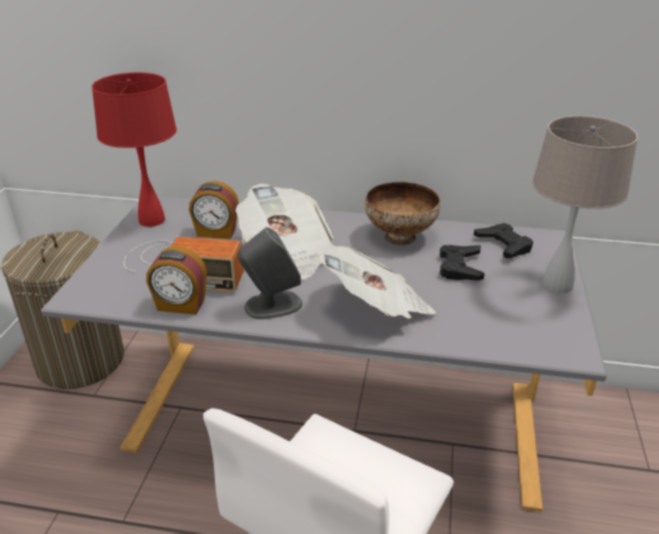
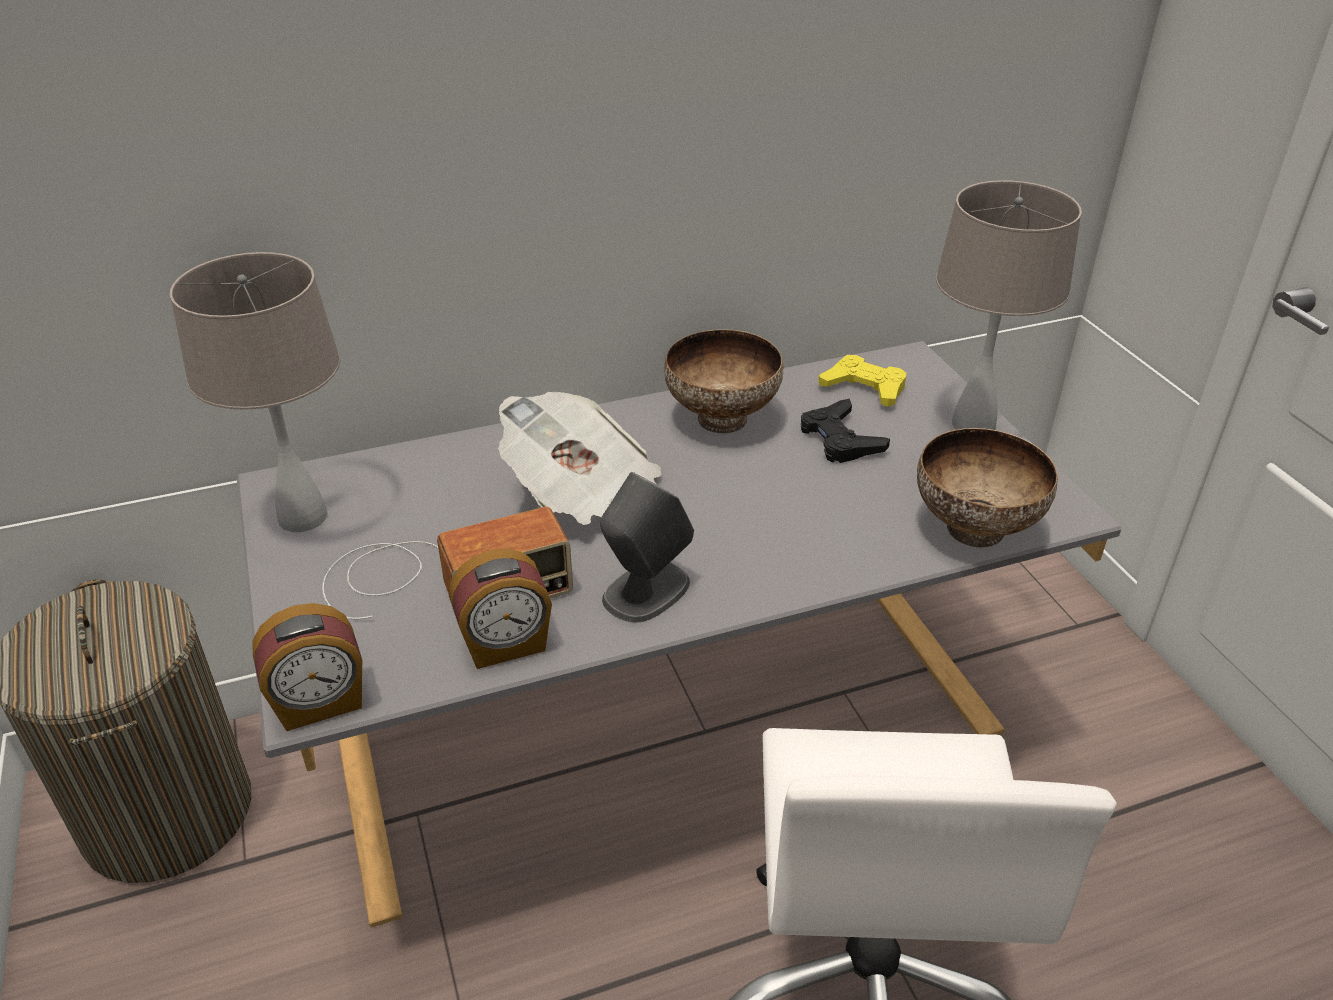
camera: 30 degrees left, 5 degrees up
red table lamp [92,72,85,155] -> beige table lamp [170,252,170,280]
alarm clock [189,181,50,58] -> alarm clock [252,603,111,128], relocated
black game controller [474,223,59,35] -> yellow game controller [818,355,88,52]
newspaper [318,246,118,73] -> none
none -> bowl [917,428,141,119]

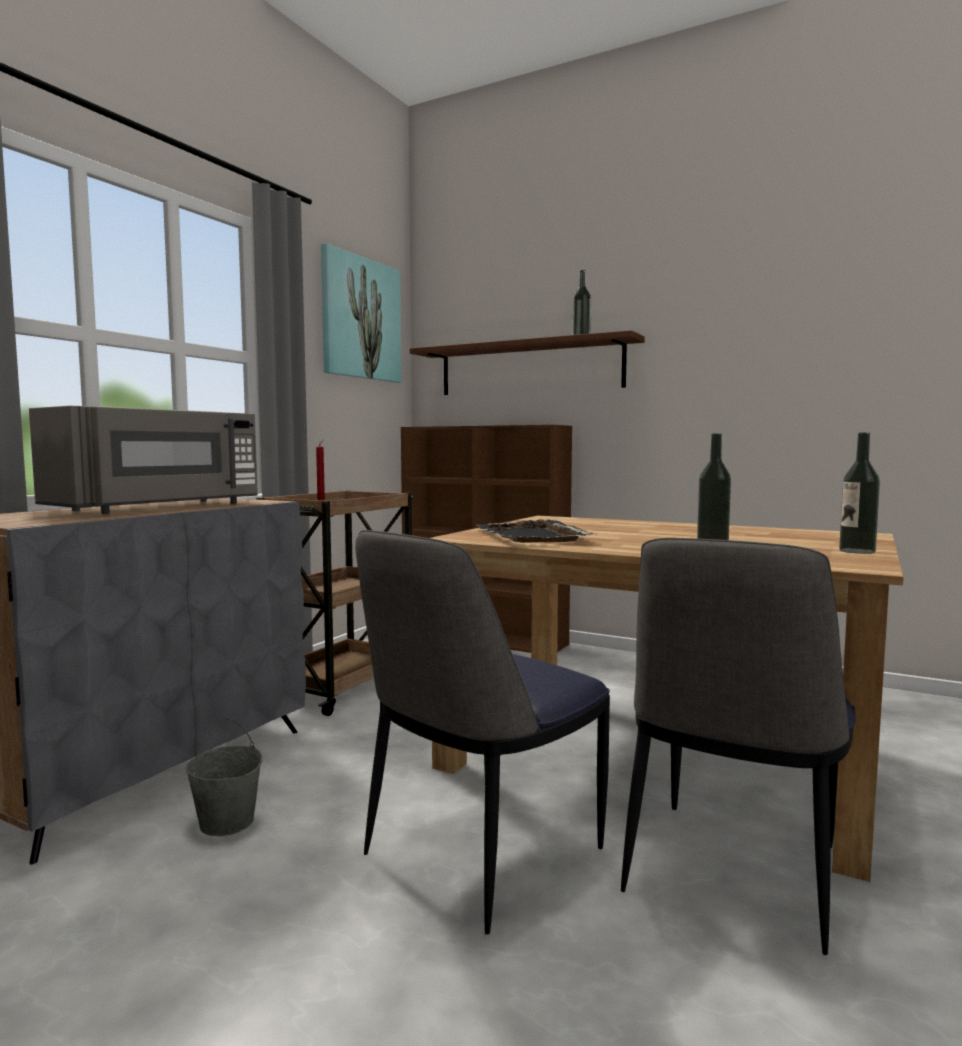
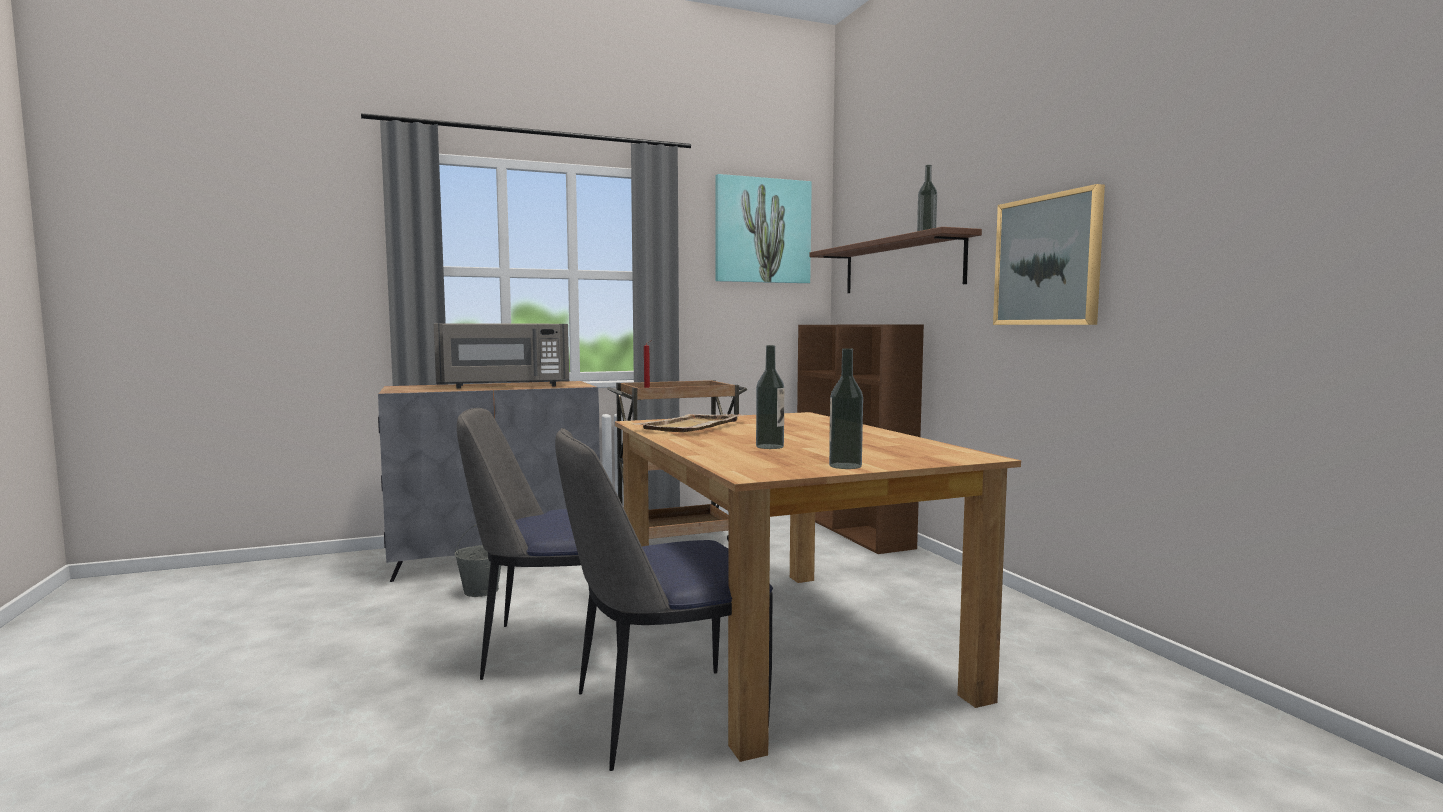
camera: 40 degrees right, 0 degrees up
black tray [476,519,118,24] -> beige tray [635,414,109,18]
none -> picture [993,184,112,141]

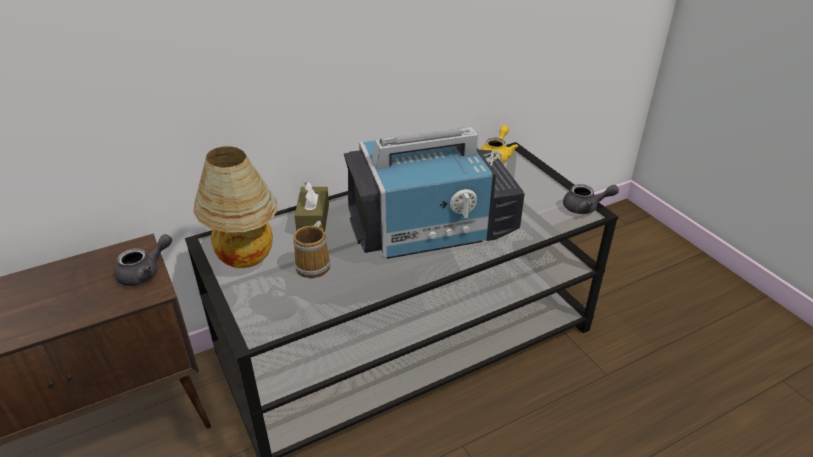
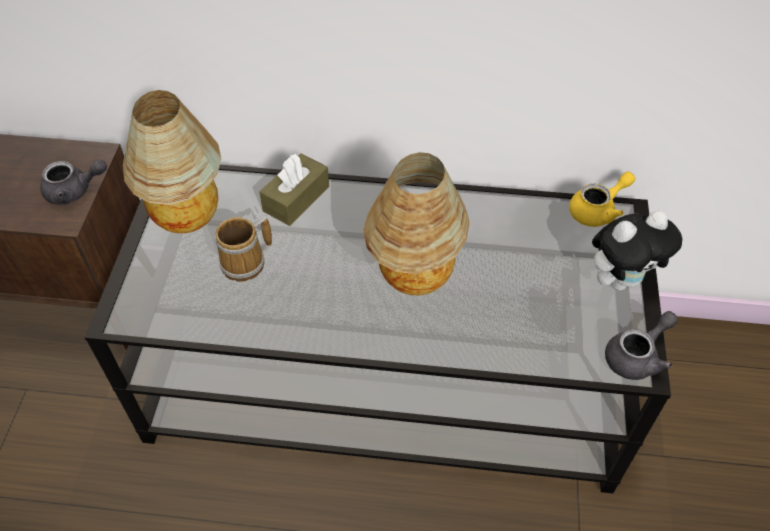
camera: 35 degrees right, 15 degrees up
television [343,127,182,132] -> table lamp [363,152,107,143]
grey teapot [563,184,56,30] -> grey teapot [605,311,73,69], 75 degrees counterclockwise
none -> plush toy [592,210,90,81]

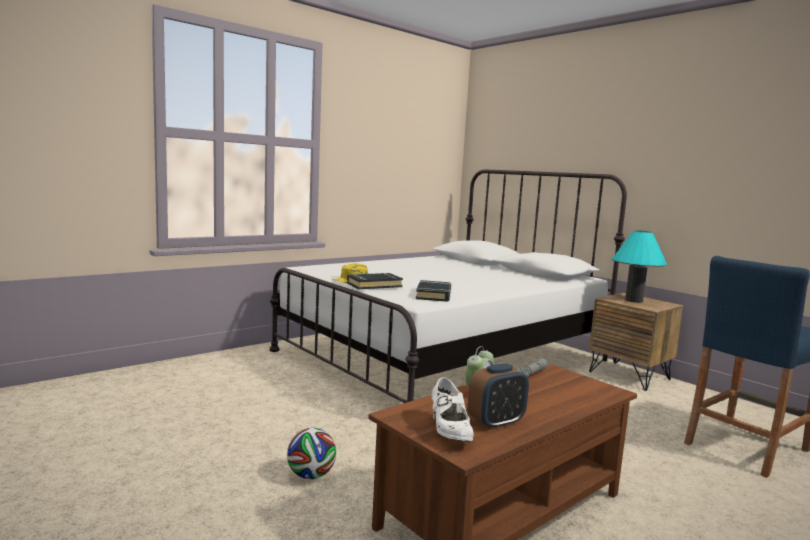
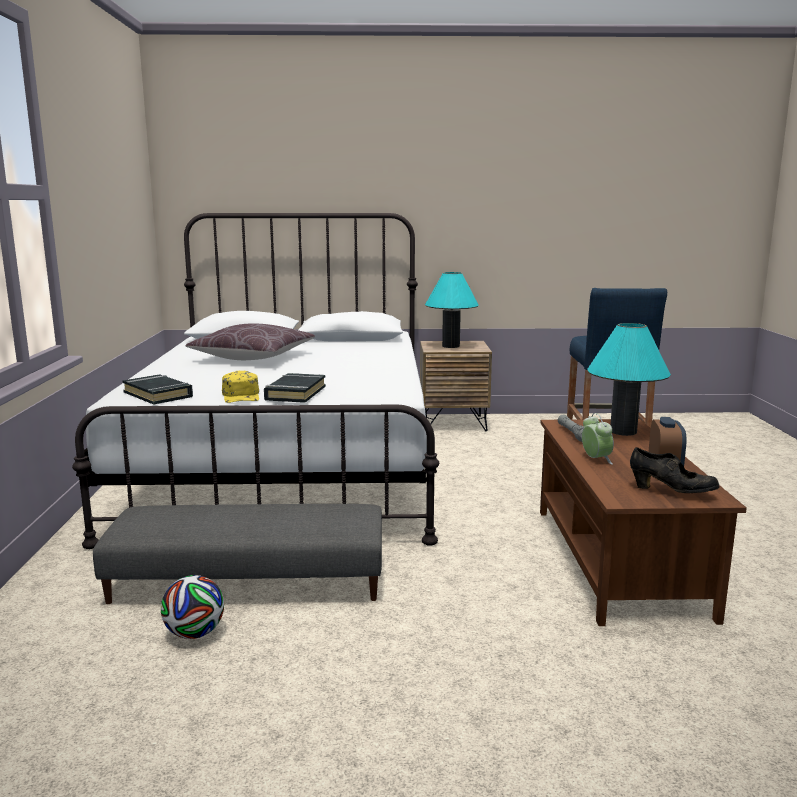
camera: 50 degrees left, 5 degrees up
black book [416,280,35,22] -> black book [123,374,70,30], relocated
white shoe [432,377,42,65] -> black shoe [630,447,90,46]
football [287,428,49,51] -> football [161,575,63,64], relocated
none -> brown pillow [185,323,130,37]
none -> turquoise table lamp [587,323,84,113]
none -> grey ottoman [93,504,289,100]

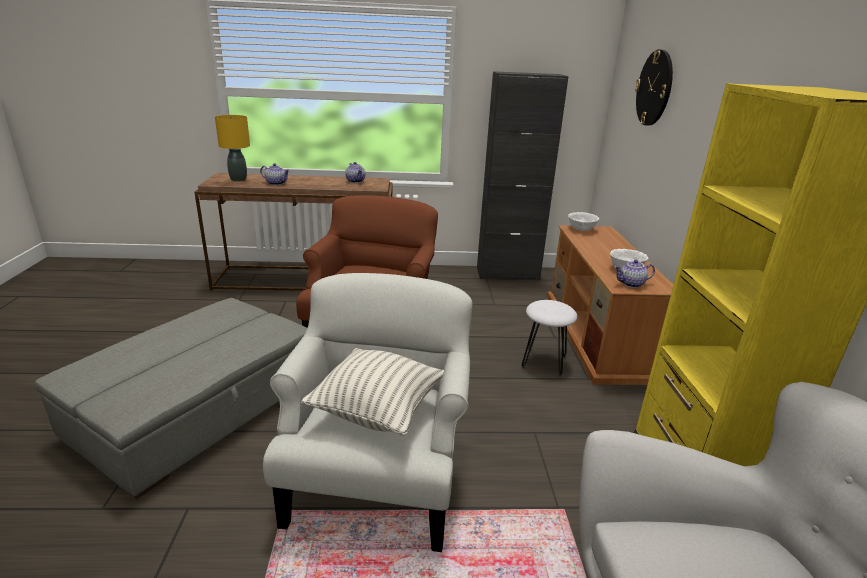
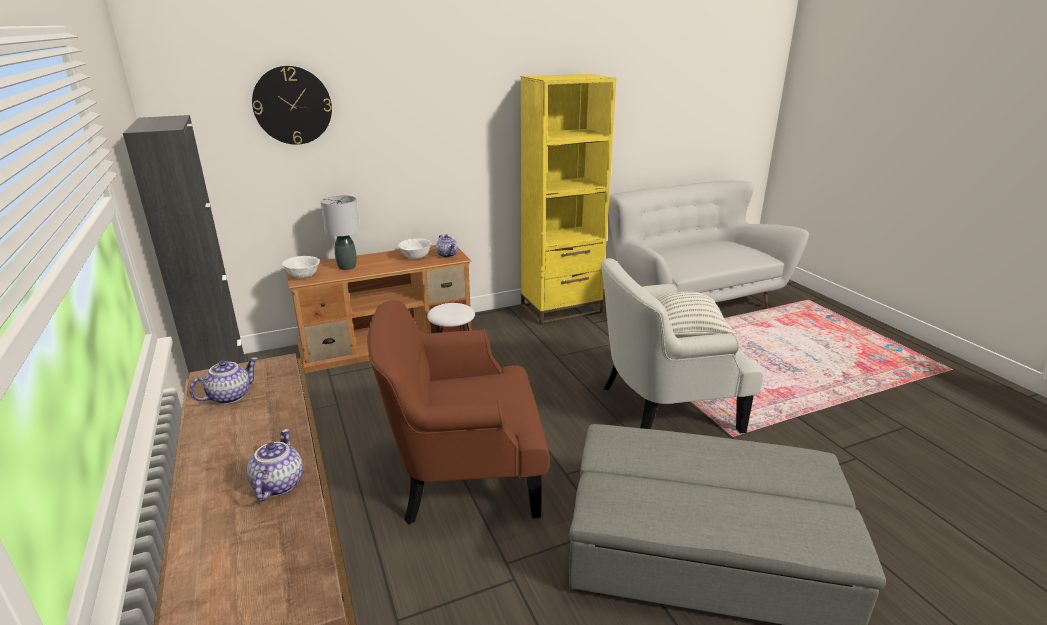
camera: 110 degrees left, 0 degrees up
yellow table lamp [215,115,35,66] -> none
none -> grey table lamp [320,195,40,75]

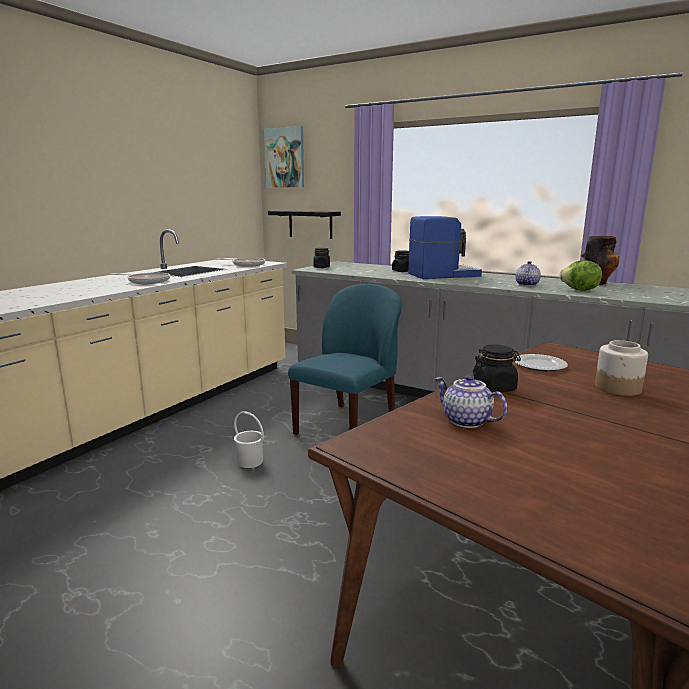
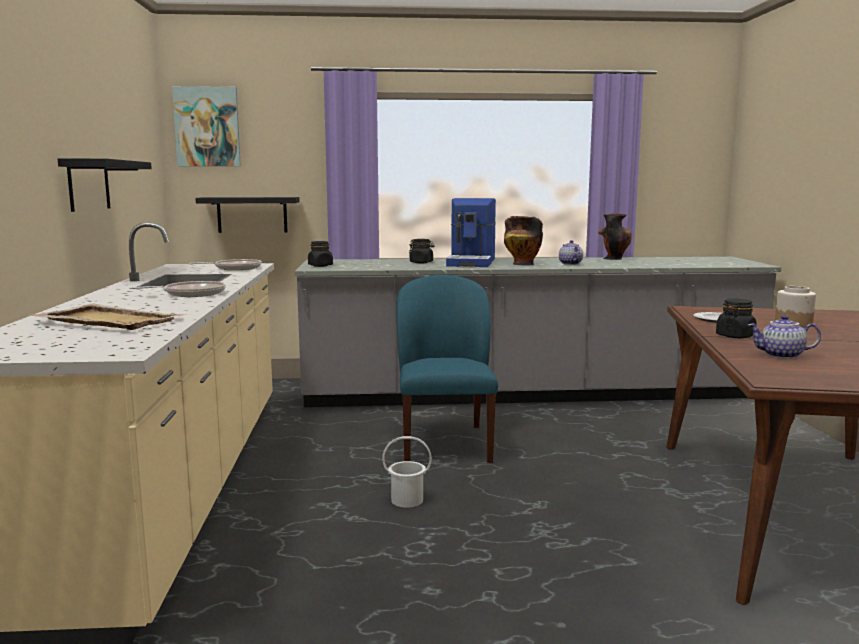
camera: 35 degrees left, 5 degrees down
coffee machine [408,216,74,63] -> coffee machine [446,198,50,69], 150 degrees clockwise
lettuce [559,260,43,31] -> none
none -> black shelf [58,158,94,54]
none -> vase [504,216,39,50]
none -> beige tray [31,304,156,26]

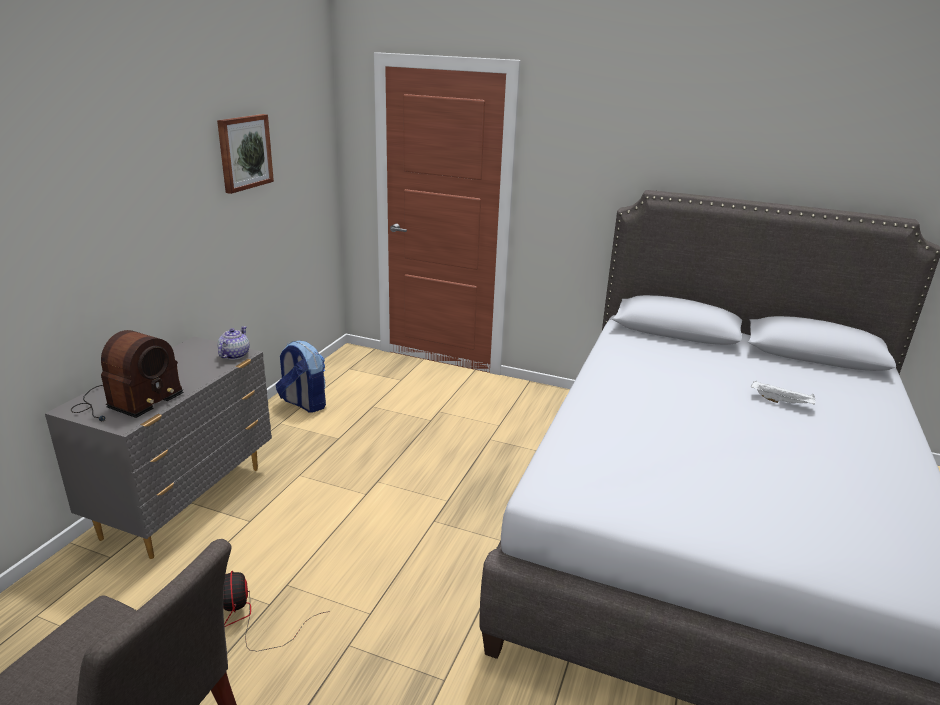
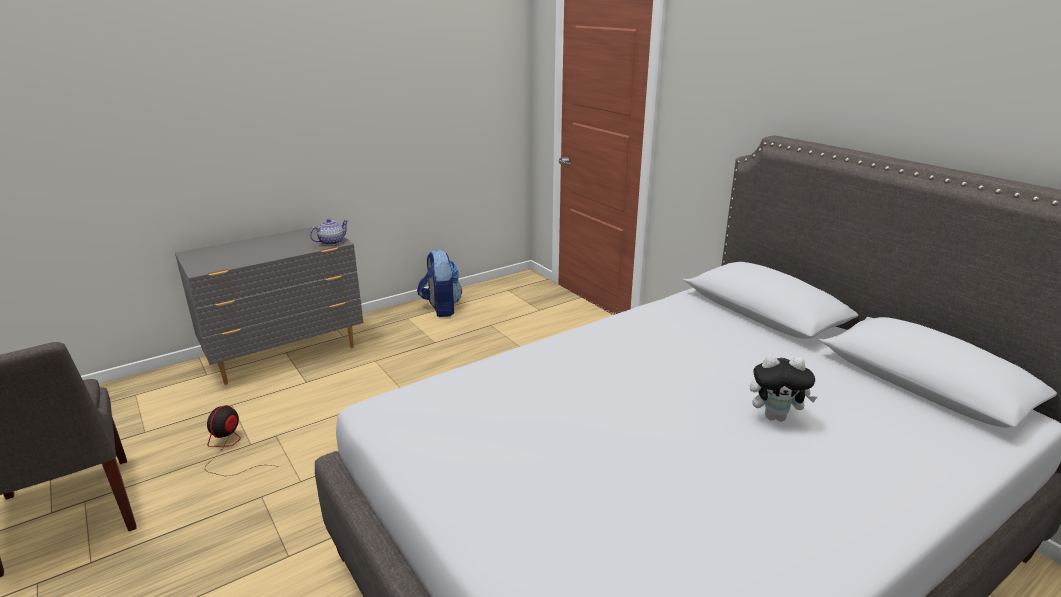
camera: 35 degrees right, 0 degrees up
picture [217,114,57,80] -> none
radio [71,330,113,91] -> none
white tray [751,381,65,23] -> plush toy [750,355,67,66]

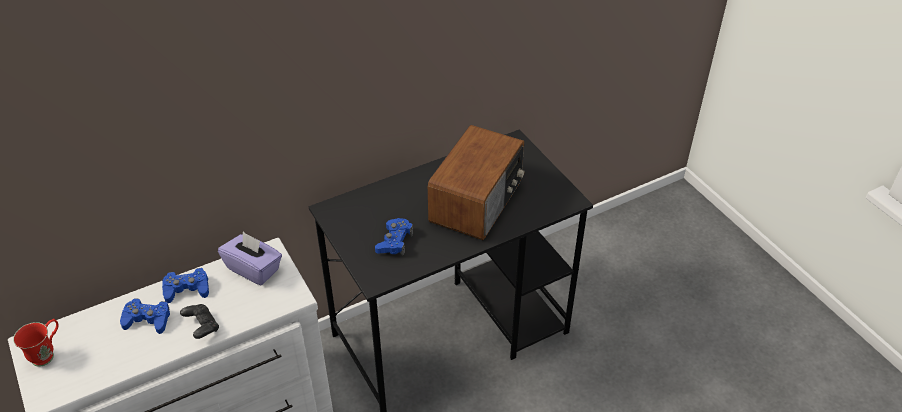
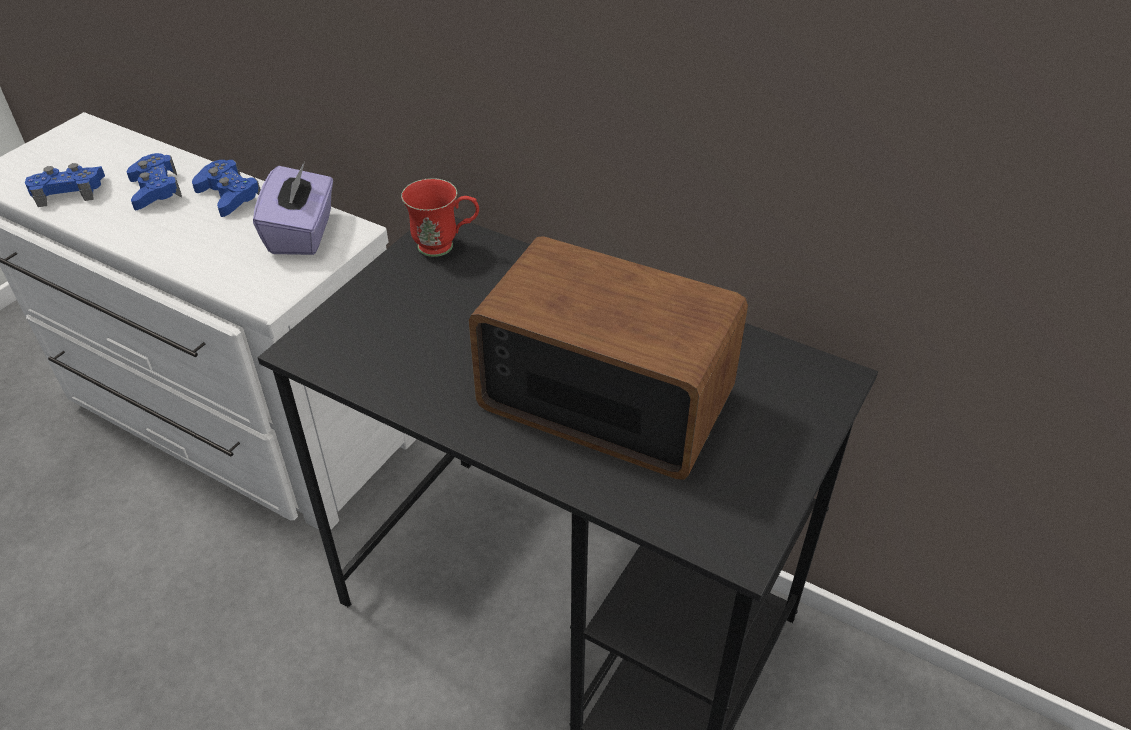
camera: 60 degrees right, 0 degrees up
radio [428,125,97,115] -> radio [469,236,279,244], 150 degrees counterclockwise
blue game controller [375,218,38,38] -> blue game controller [25,163,80,44], relocated
black game controller [180,304,39,35] -> none
red mug [13,319,46,48] -> red mug [401,178,78,79], relocated

